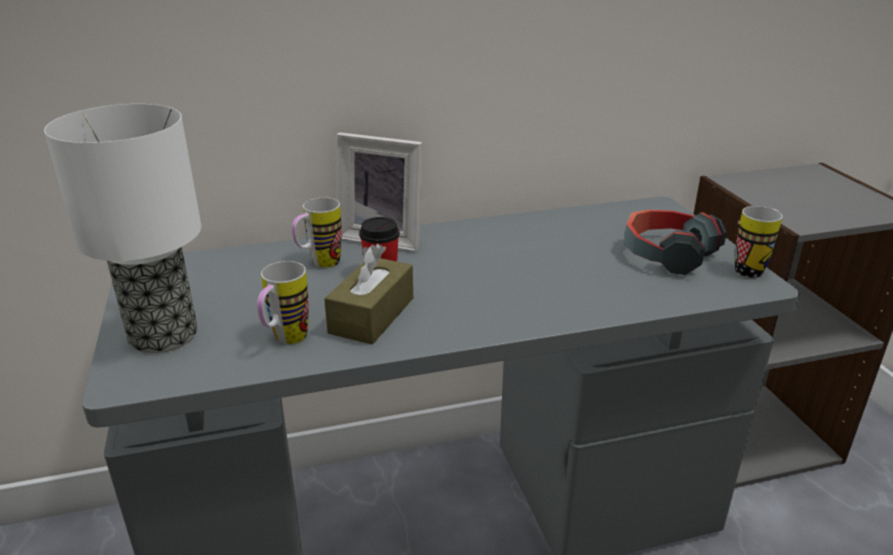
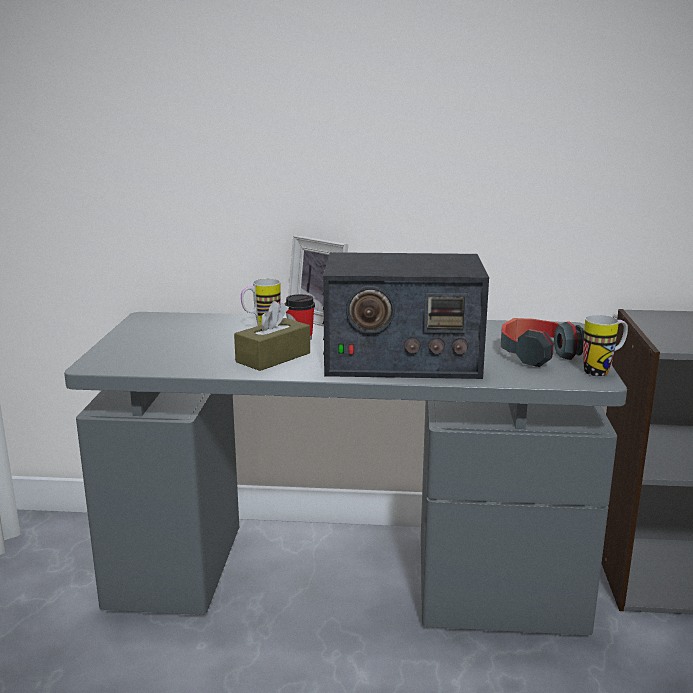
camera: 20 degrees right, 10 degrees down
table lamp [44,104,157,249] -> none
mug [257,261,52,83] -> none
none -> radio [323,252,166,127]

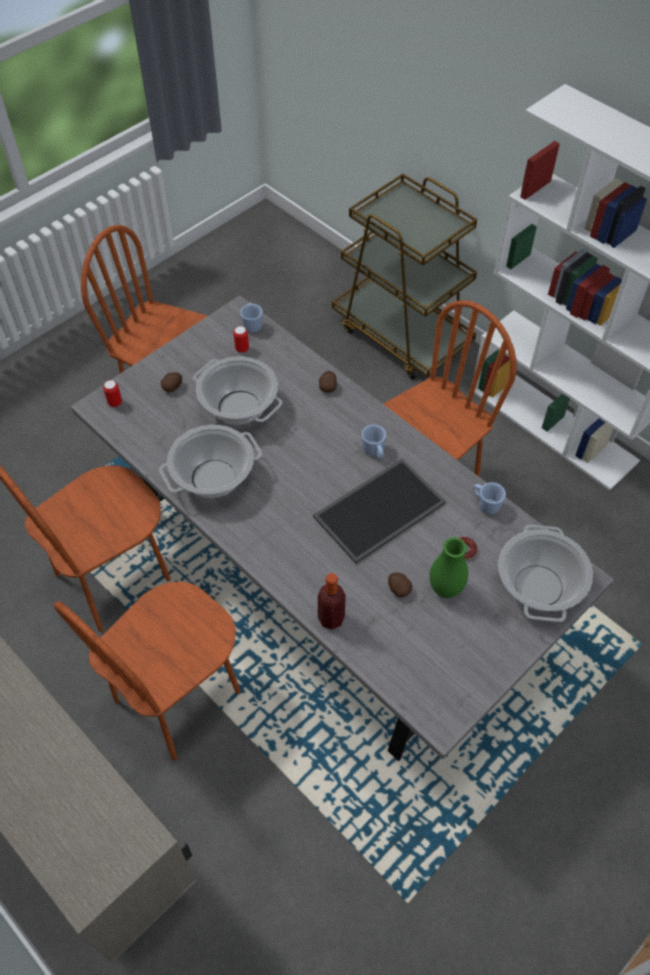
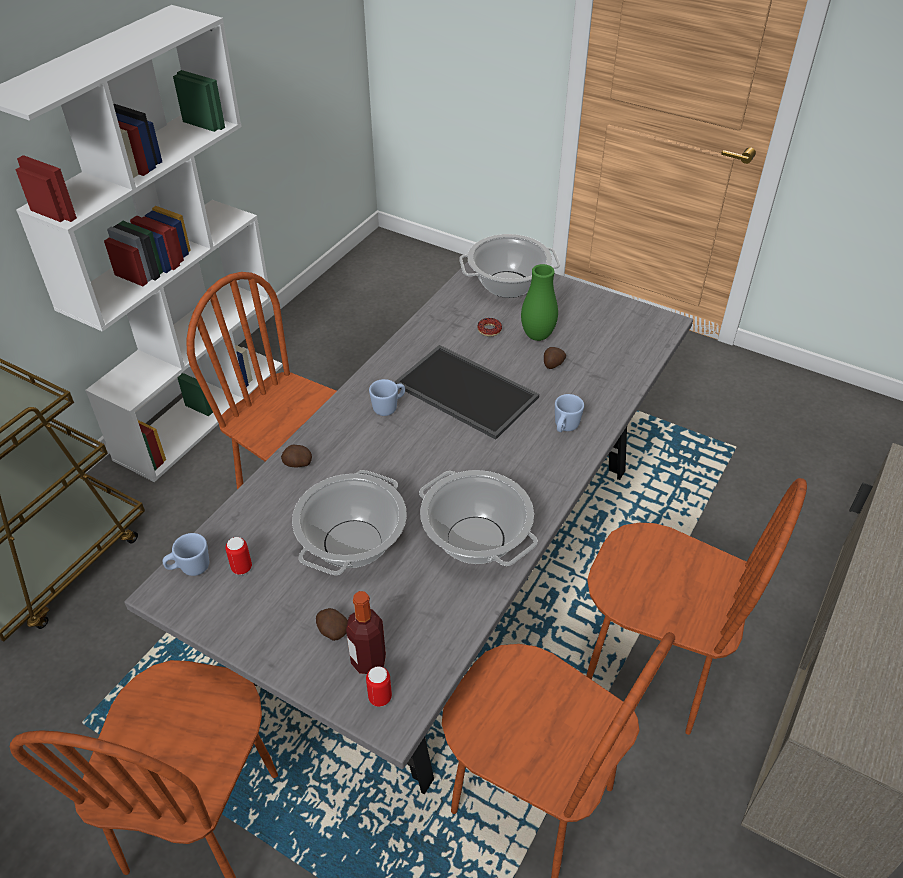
camera: 105 degrees left, 10 degrees down
blue mug [473,482,33,32] -> blue mug [555,394,29,38], relocated
bottle [318,573,28,57] -> bottle [346,591,40,83], relocated

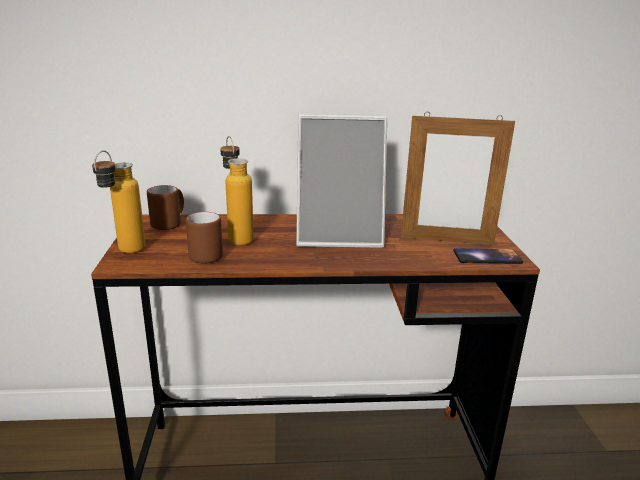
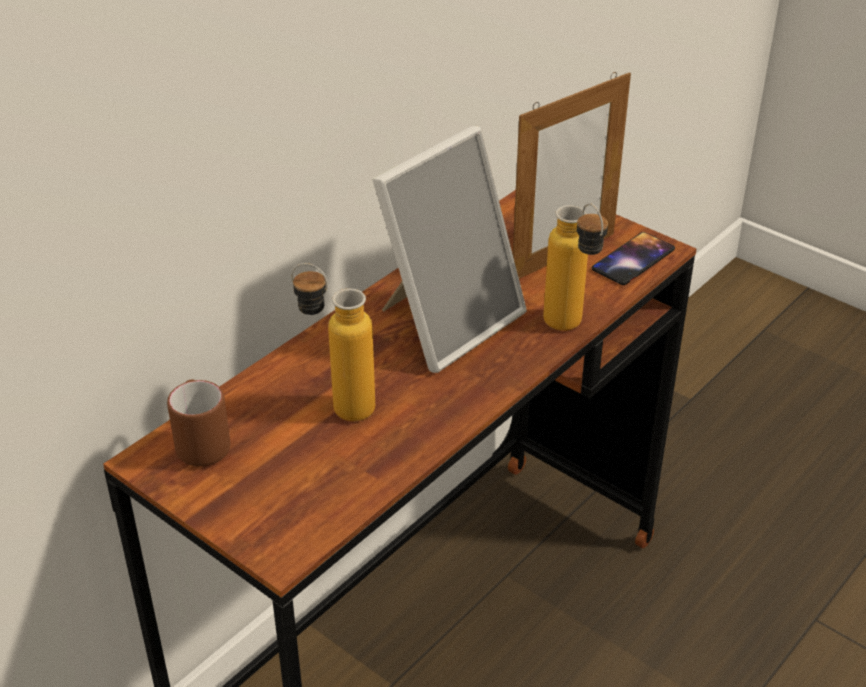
camera: 45 degrees left, 15 degrees up
bottle [92,150,54,103] -> bottle [543,203,65,128], relocated
brown mug [186,212,37,52] -> none

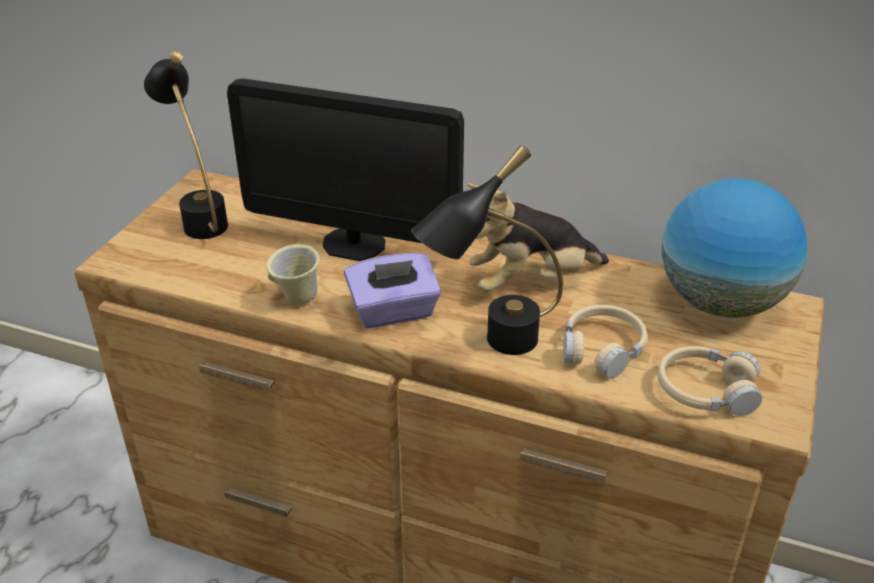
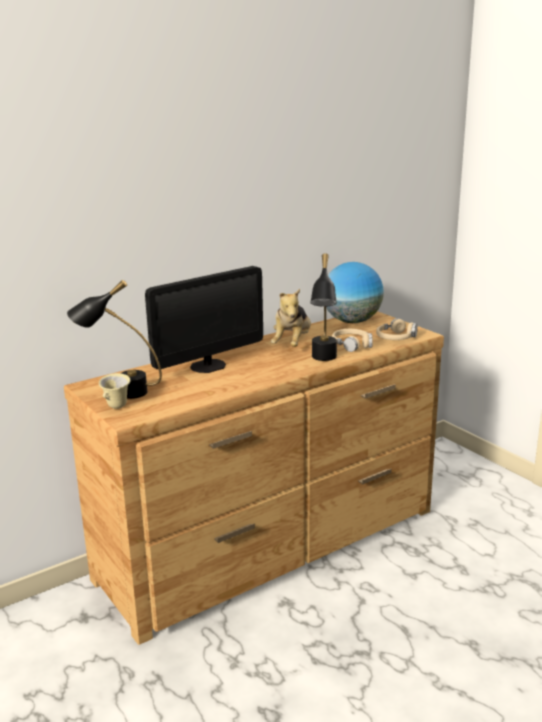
camera: 55 degrees left, 15 degrees down
beige mug [267,244,53,61] -> beige mug [99,373,31,36], relocated
purple tissue box [344,253,97,75] -> none

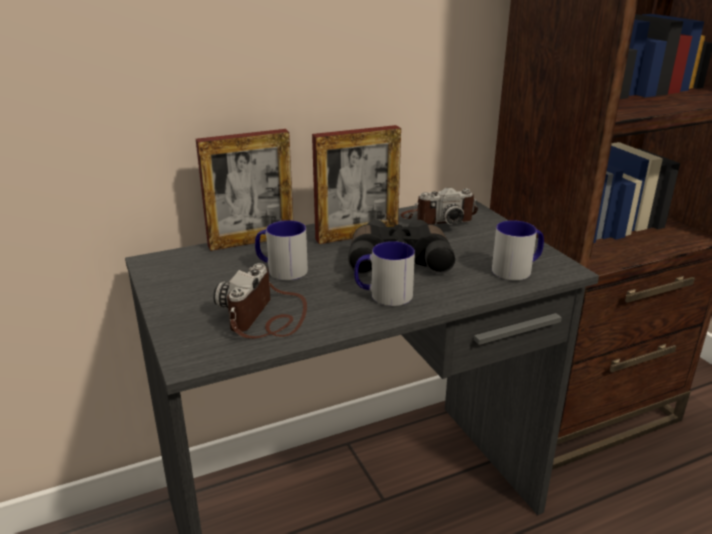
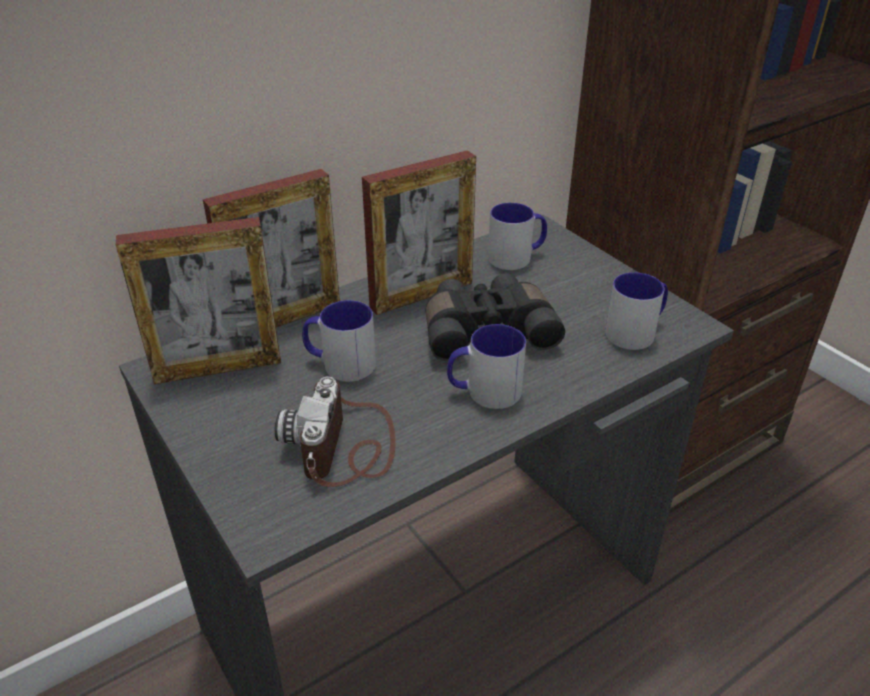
camera: 10 degrees left, 10 degrees up
photo camera [401,188,77,37] -> mug [488,203,59,67]
none -> picture frame [116,217,165,167]

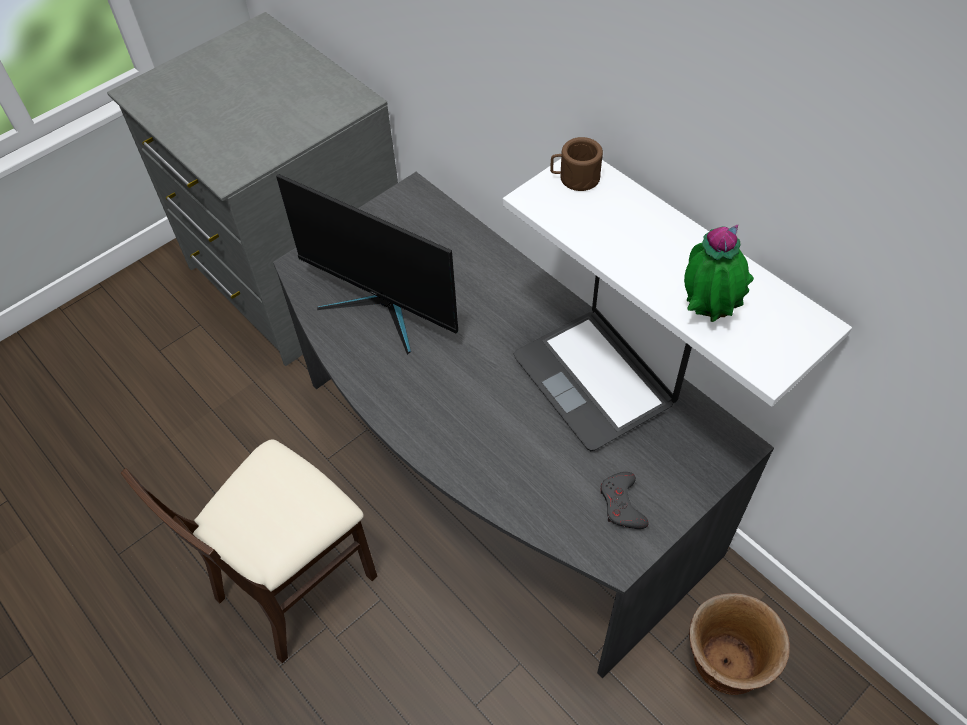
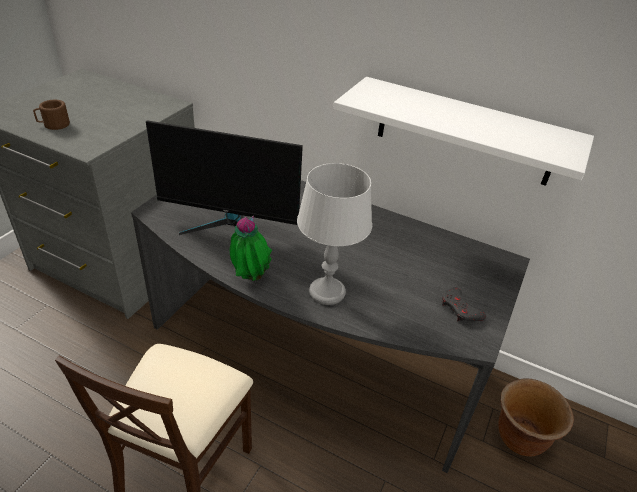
camera: 25 degrees left, 15 degrees down
brown mug [550,137,53,54] -> brown mug [33,100,37,30], relocated
potted plant [684,225,70,97] -> potted plant [230,216,42,65], relocated
laptop [514,276,178,175] -> none
none -> grey table lamp [297,163,75,142]

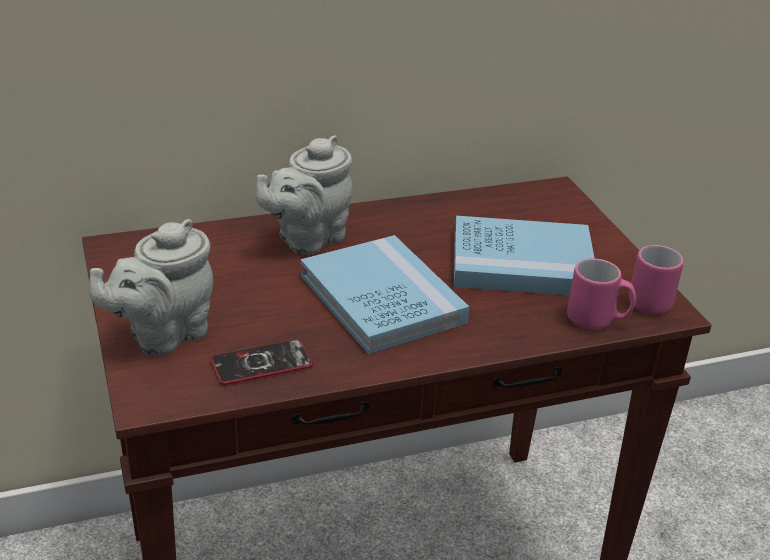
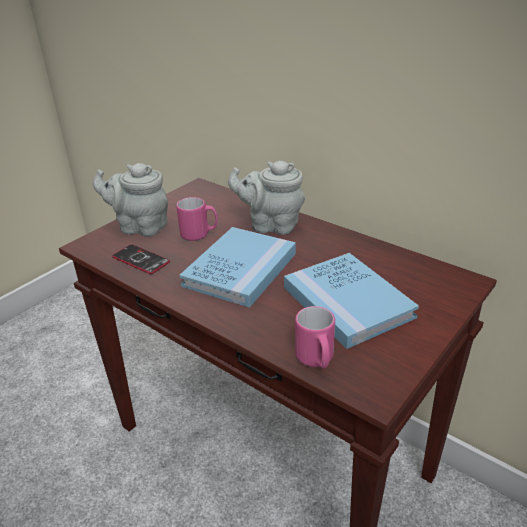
camera: 60 degrees right, 0 degrees up
pink mug [629,245,55,70] -> pink mug [176,197,42,44], relocated

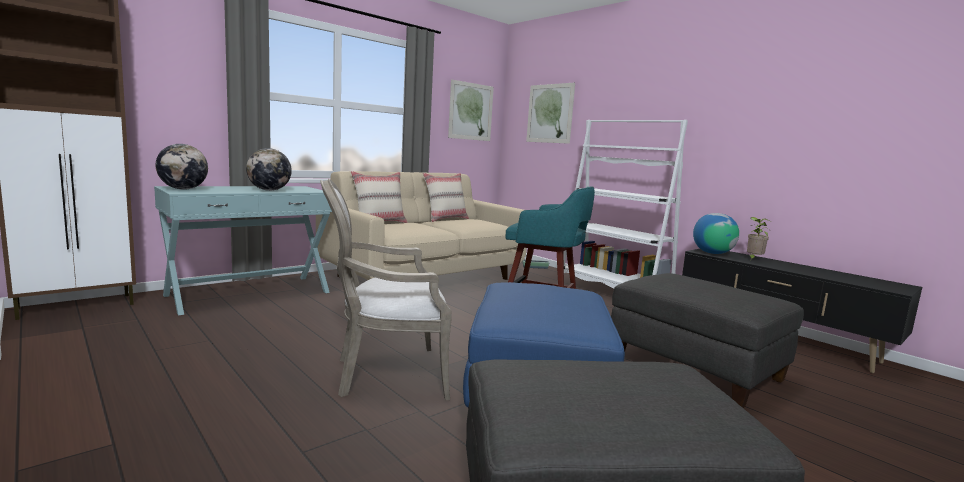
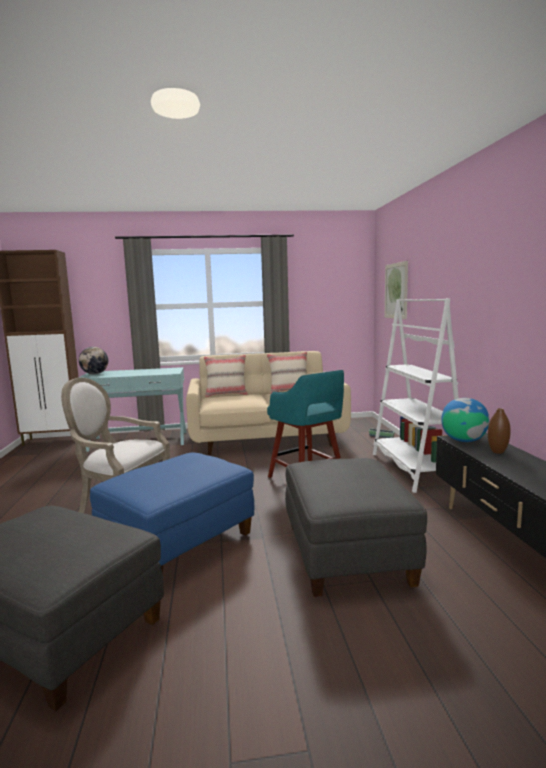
camera: 35 degrees right, 0 degrees up
picture [448,79,46,62] -> none
globe [246,148,46,43] -> none
potted plant [747,217,22,43] -> brown vase [488,408,23,46]

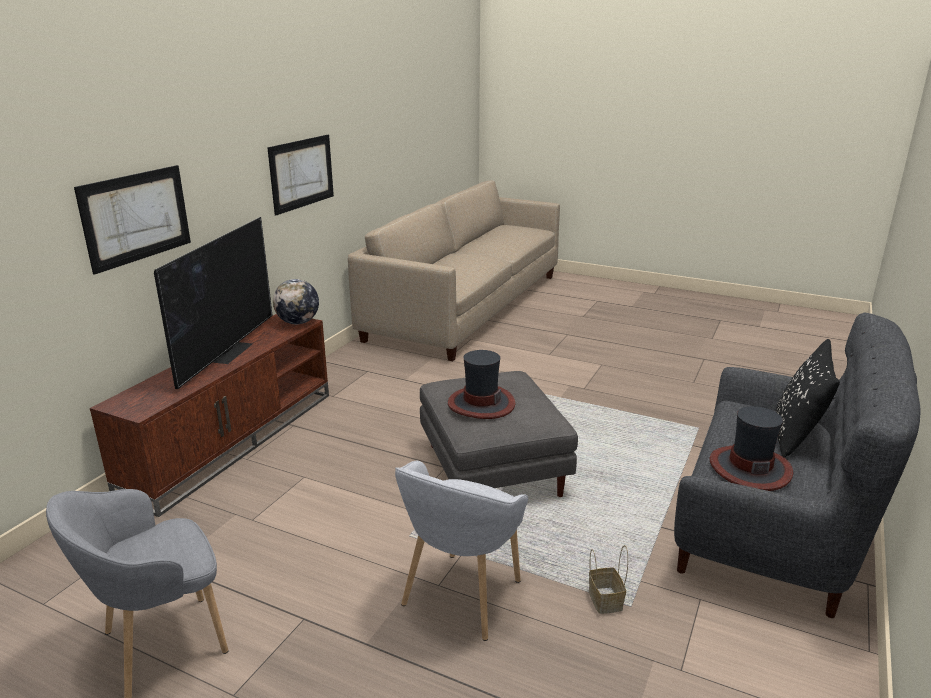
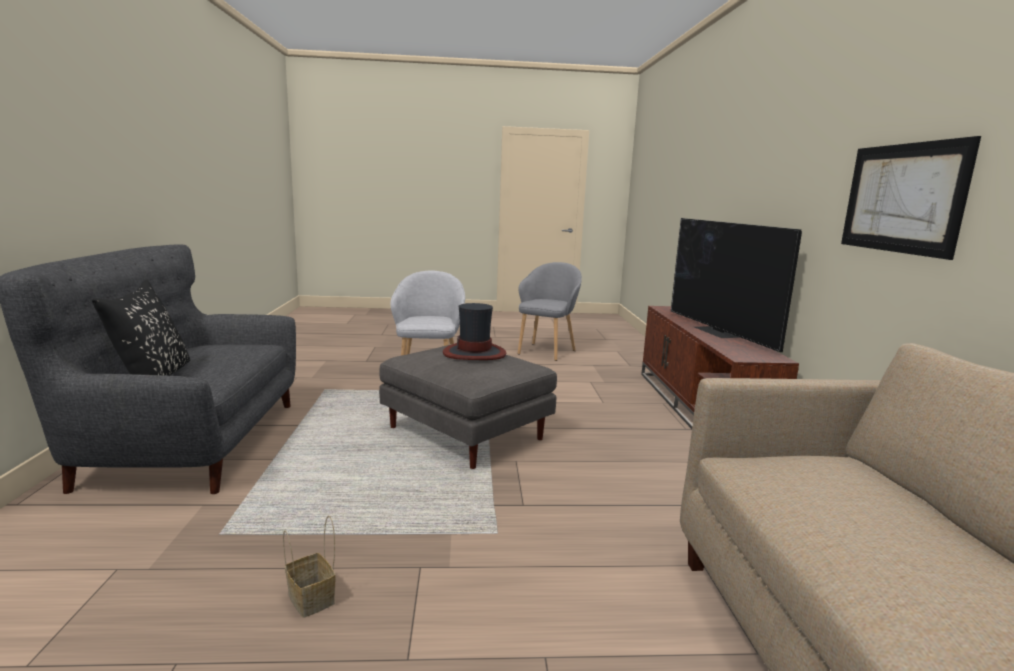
camera: 150 degrees right, 10 degrees down
picture [74,165,117,110] -> none
globe [273,279,46,45] -> none
hat [709,406,84,85] -> none
basket [589,545,39,69] -> basket [283,515,53,103], relocated

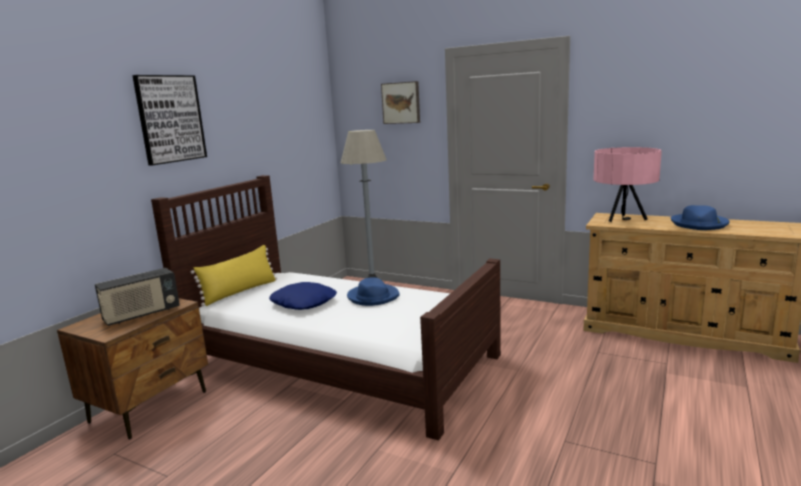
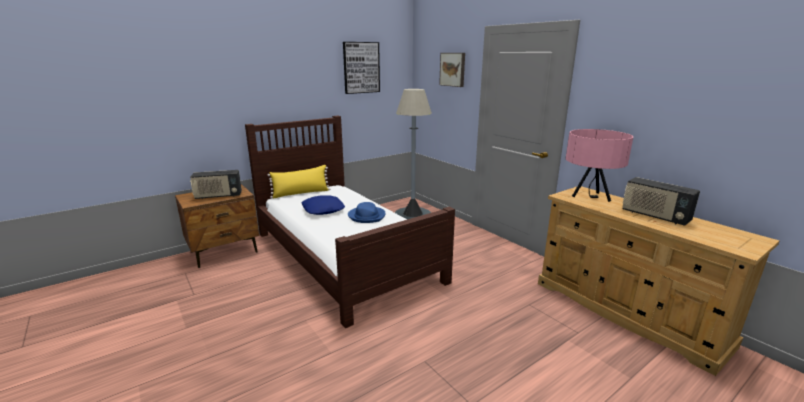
camera: 25 degrees right, 5 degrees up
picture [132,75,75,90] -> picture [343,42,37,52], relocated
blue hat [671,205,58,25] -> radio [622,177,78,48]

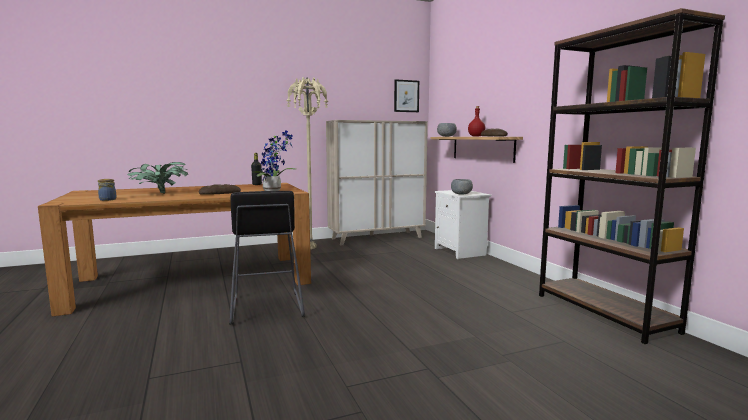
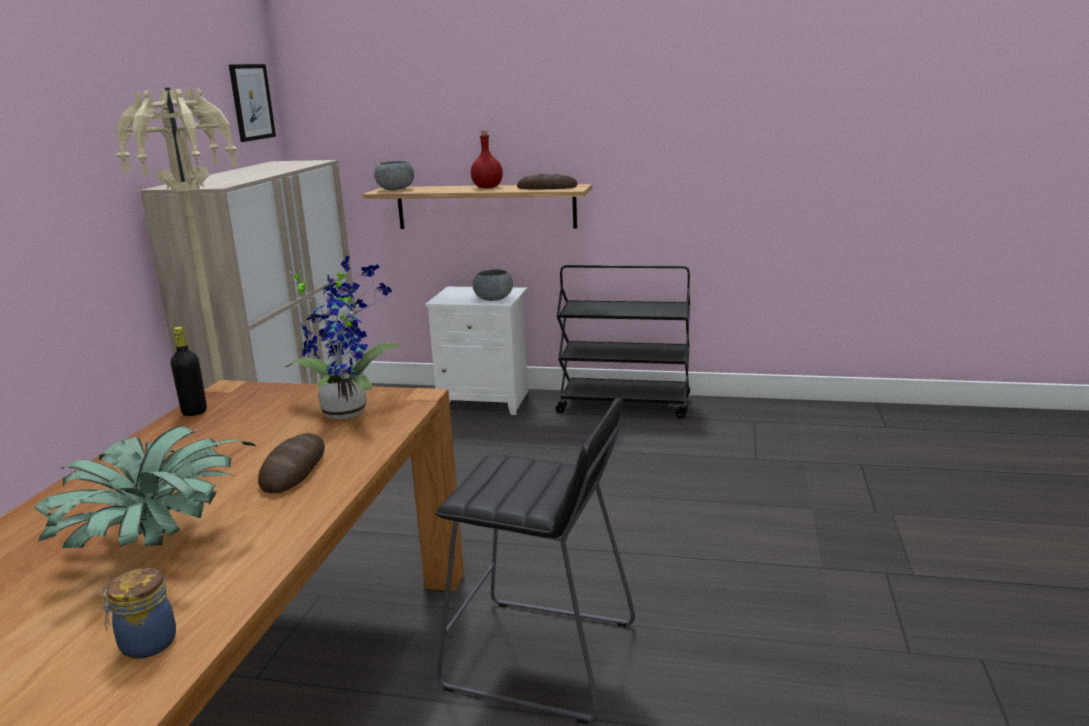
camera: 55 degrees left, 10 degrees up
brown bookcase [539,8,186,336] -> none
none -> black cart [556,265,134,153]

